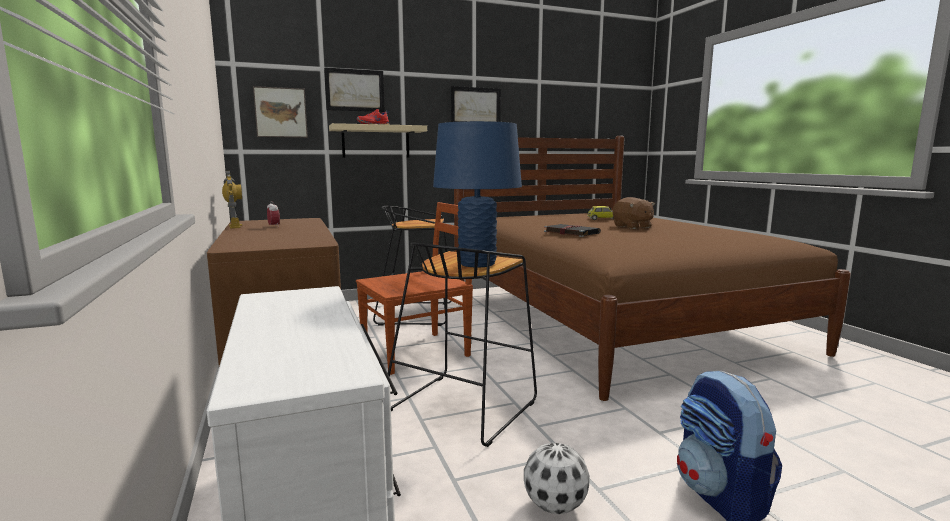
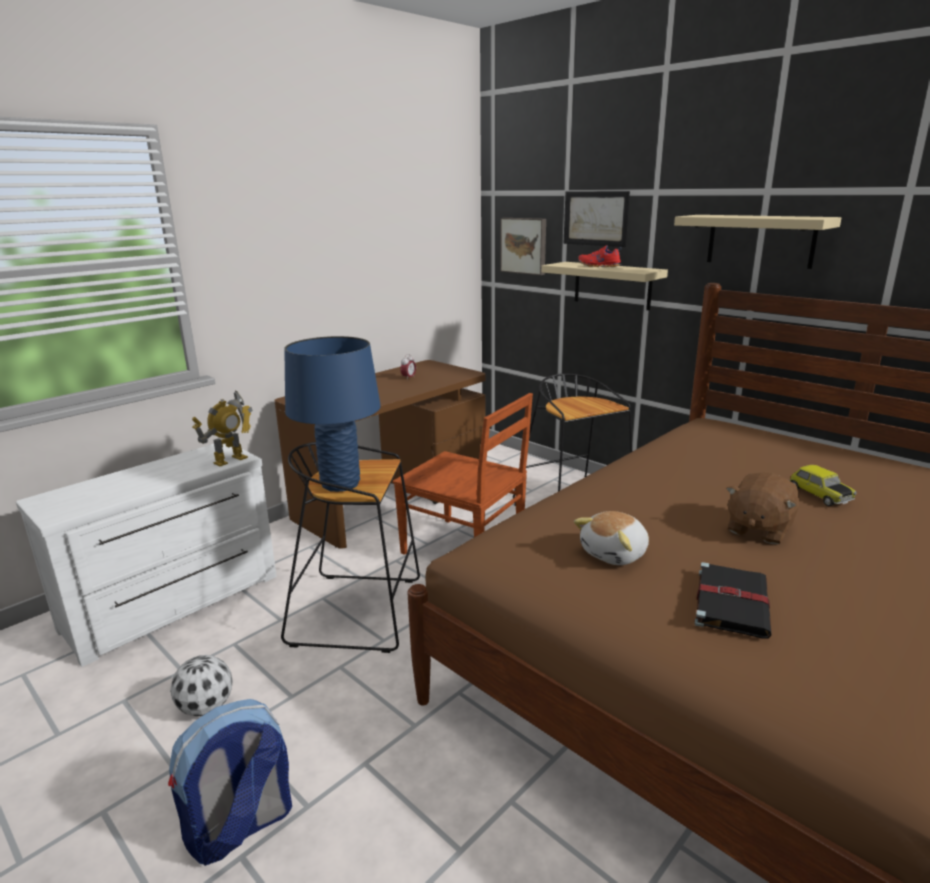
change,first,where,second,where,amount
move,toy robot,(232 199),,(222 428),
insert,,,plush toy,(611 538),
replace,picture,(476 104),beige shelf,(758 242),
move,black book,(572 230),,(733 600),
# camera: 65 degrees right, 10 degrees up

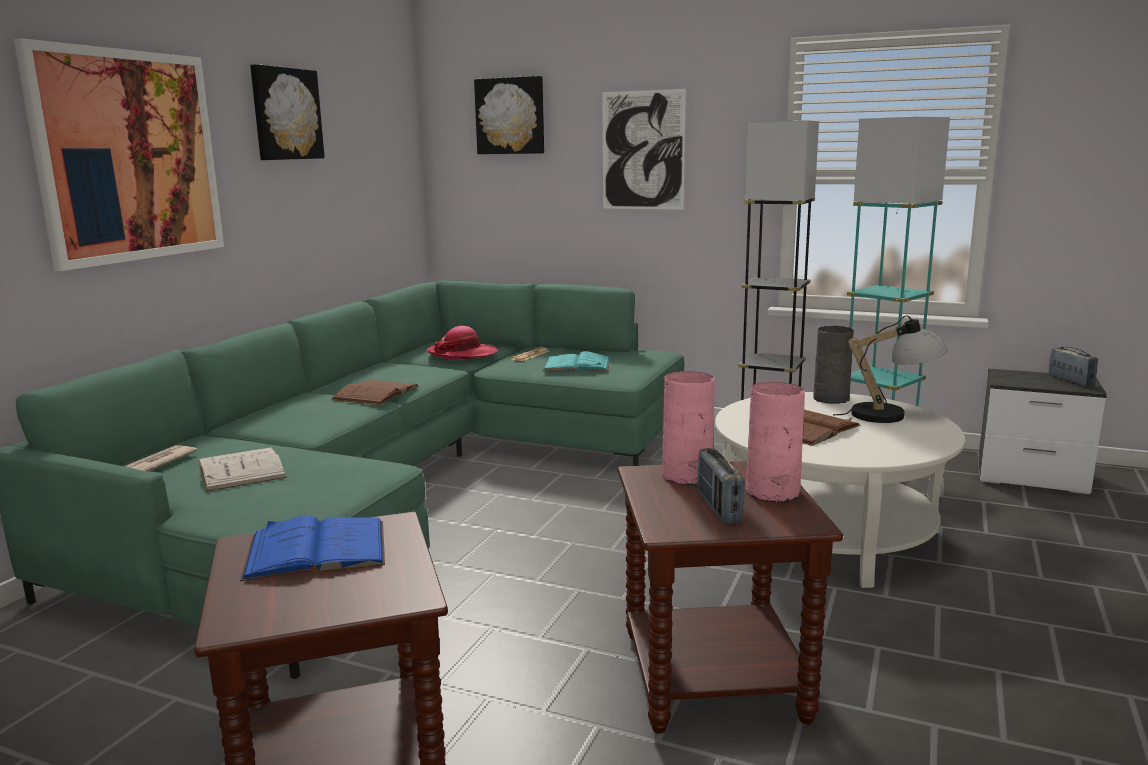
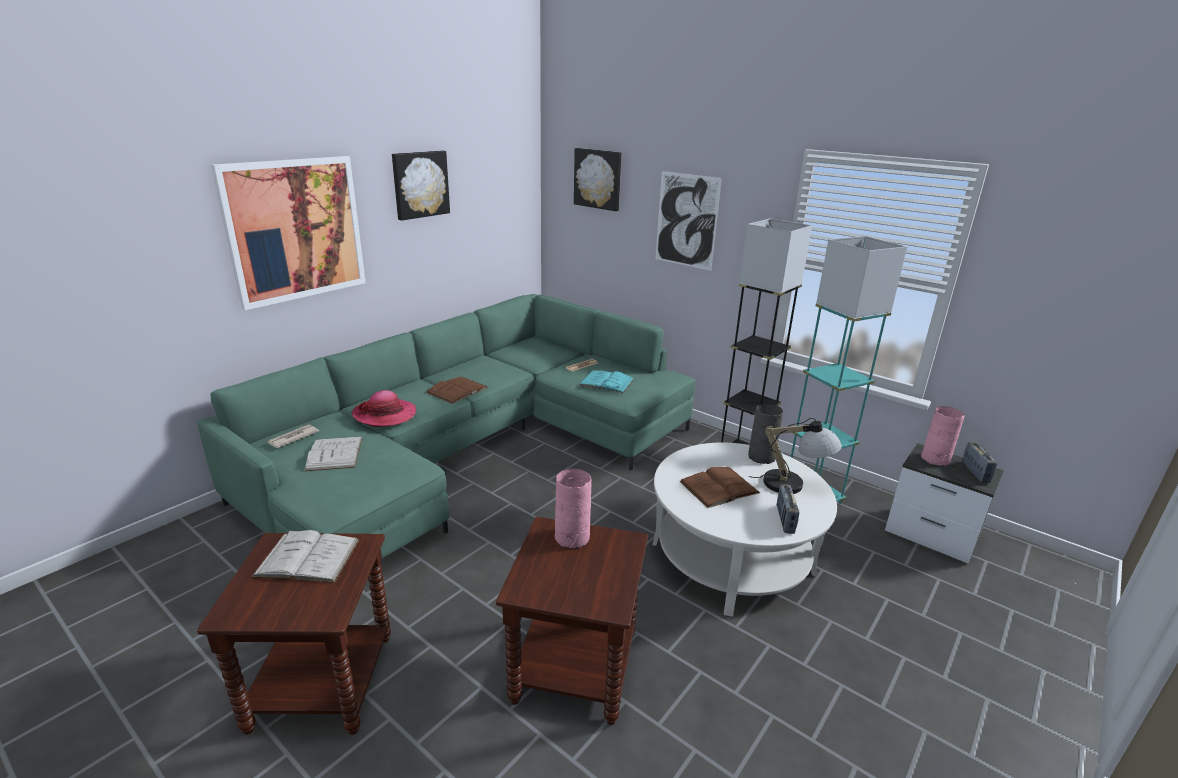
change,first,where,second,where,amount
recolor,blue book,(312 548),white book,(305 556),
move,hat,(462 343),,(383 408),
move,radio,(721 486),,(788 509),
move,pink vase,(775 442),,(943 436),
# camera: 15 degrees right, 10 degrees up

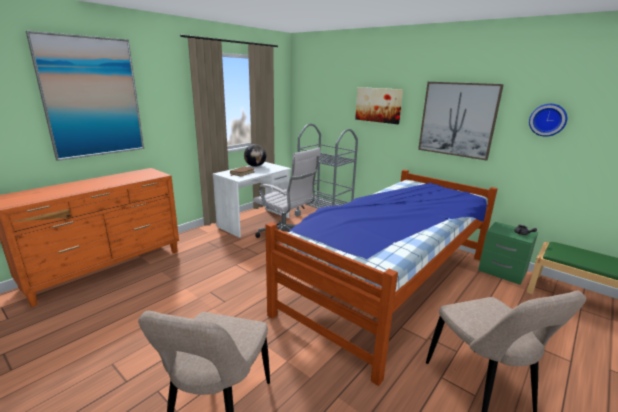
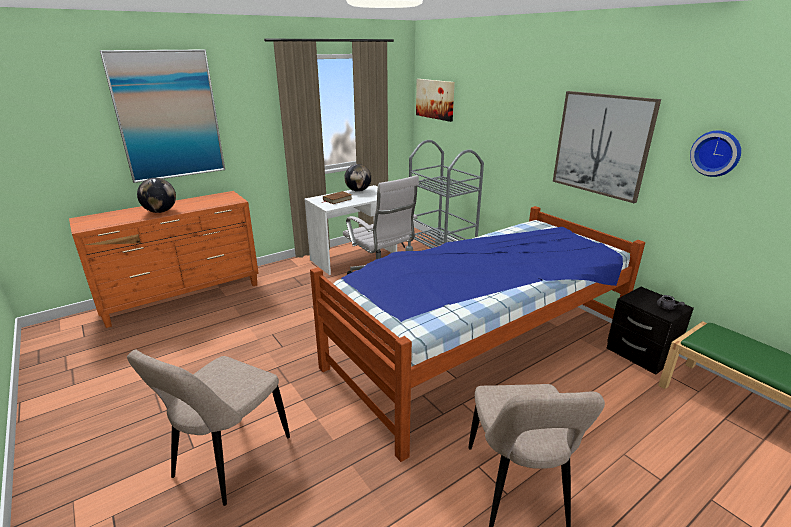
change,first,where,second,where,amount
insert,,,globe,(156 195),
move,picture,(379 105),,(435 100),
recolor,green nightstand,(508 253),black nightstand,(650 331),
# camera: 15 degrees right, 5 degrees up

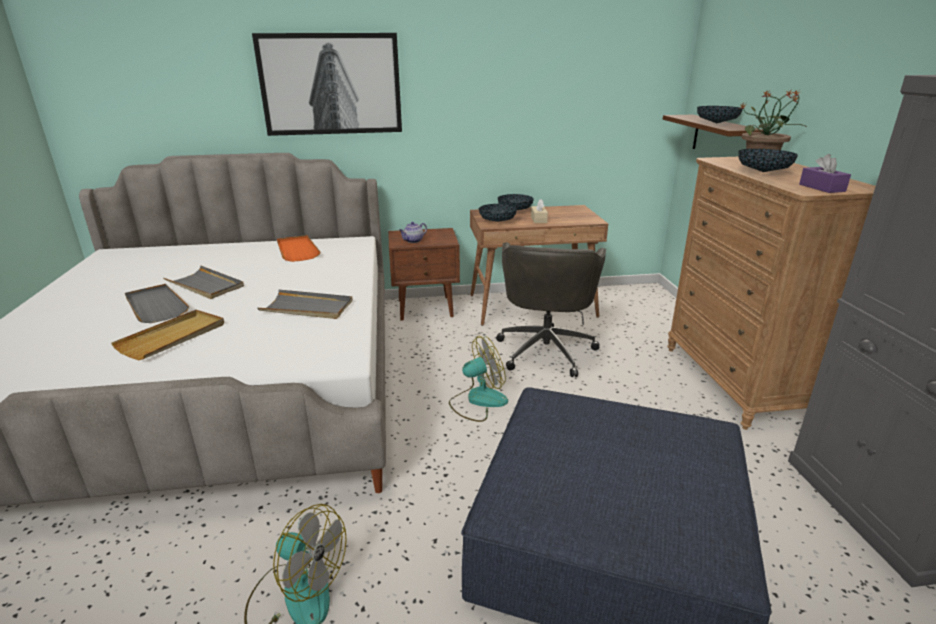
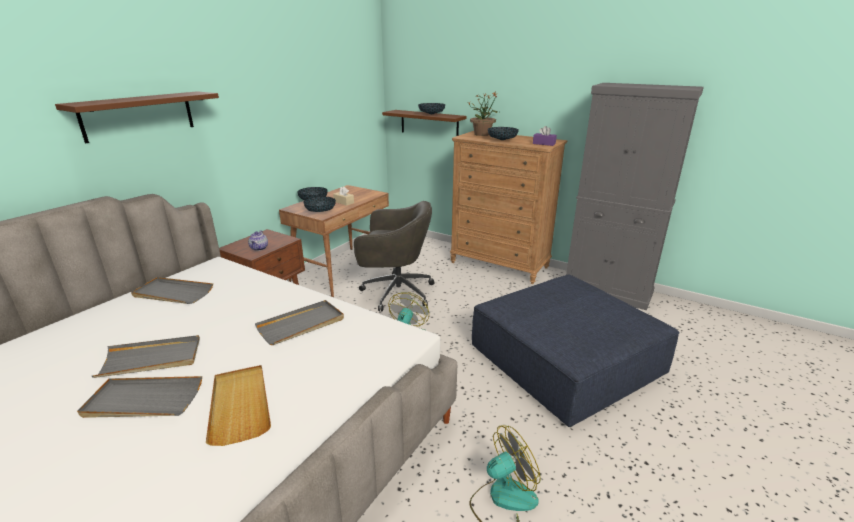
change,first,where,second,where,amount
replace,picture,(327 84),brown shelf,(137 117),
recolor,orange tray,(298 248),grey tray,(172 290),
rotate,grey office chair,(551 309),,(394 256),45 degrees counterclockwise
# camera: 50 degrees left, 0 degrees up

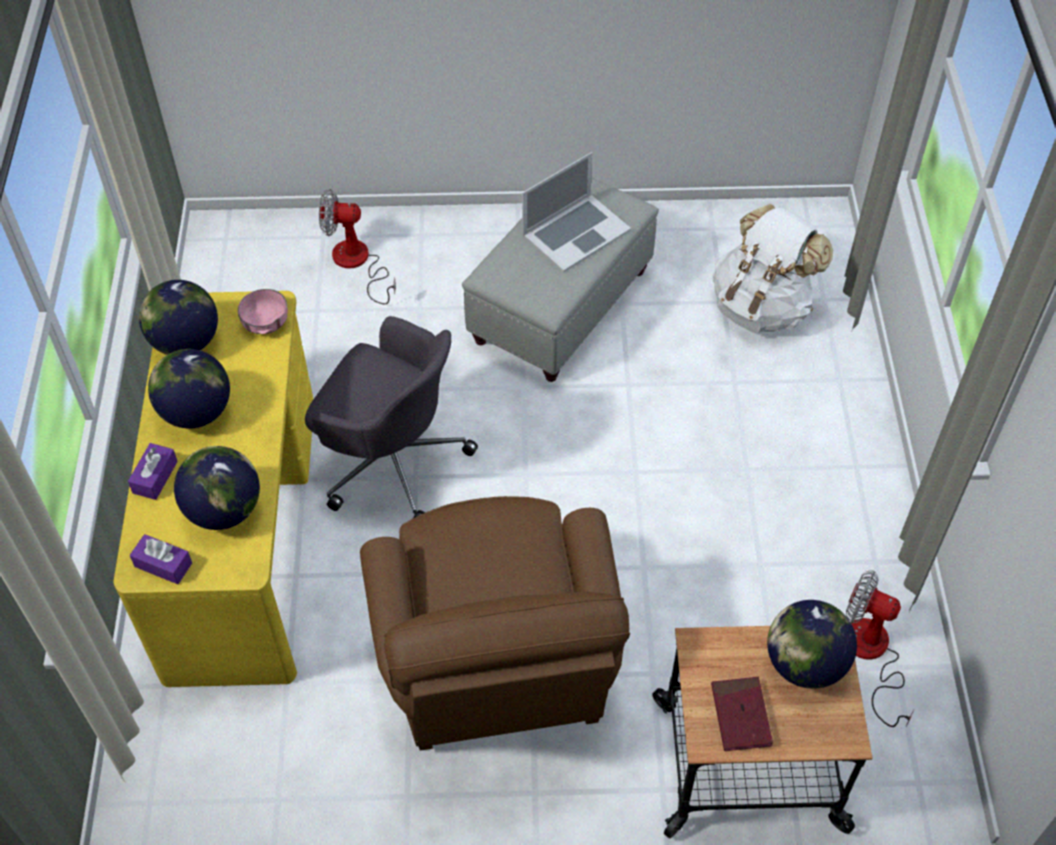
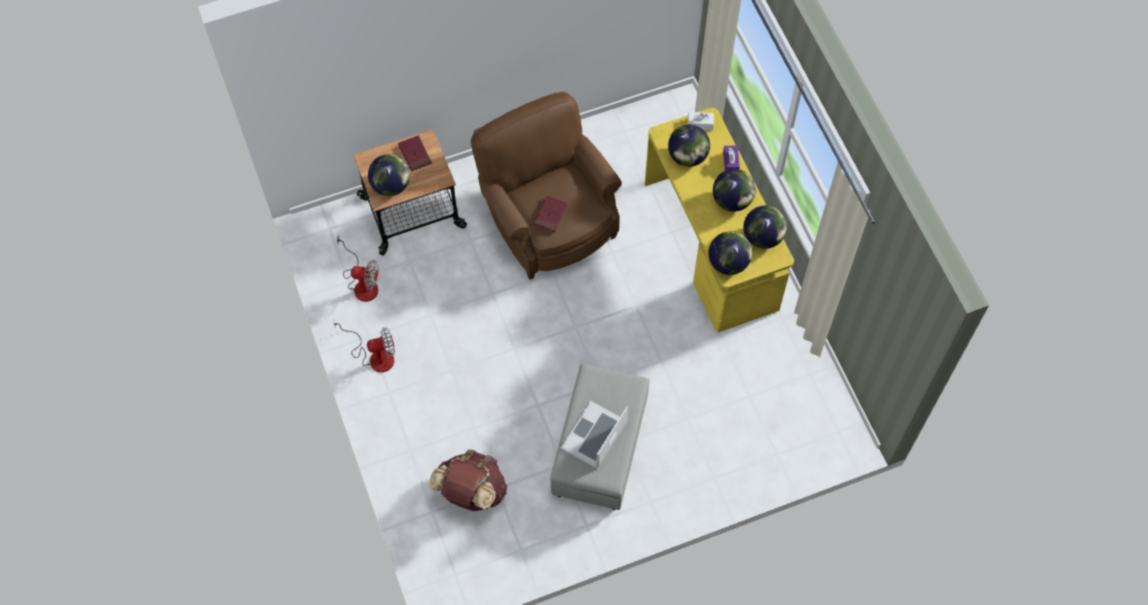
change,first,where,second,where,amount
move,fan,(357 246),,(364 346),
recolor,white backpack,(773 268),brown backpack,(468 480),
insert,,,red book,(550 213),
recolor,purple tissue box,(161 559),white tissue box,(701 121),
replace,pink bowl,(263 311),globe,(730 253),
delete,grey office chair,(391 417),,,
# camera: 160 degrees right, 10 degrees up

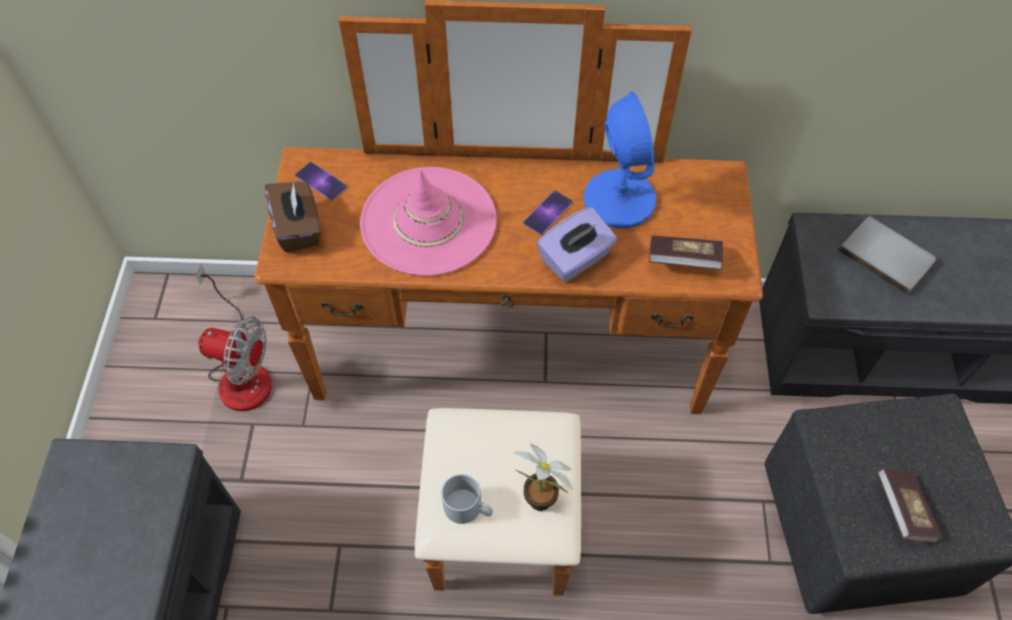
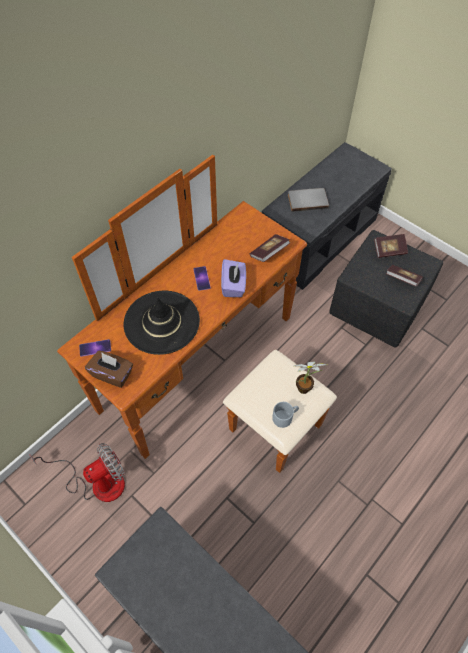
change,first,where,second,where,amount
recolor,pink hat,(428 221),black hat,(162 323),
insert,,,book,(391 246),
delete,blue table lamp,(620 160),,,
# camera: 50 degrees left, 0 degrees up

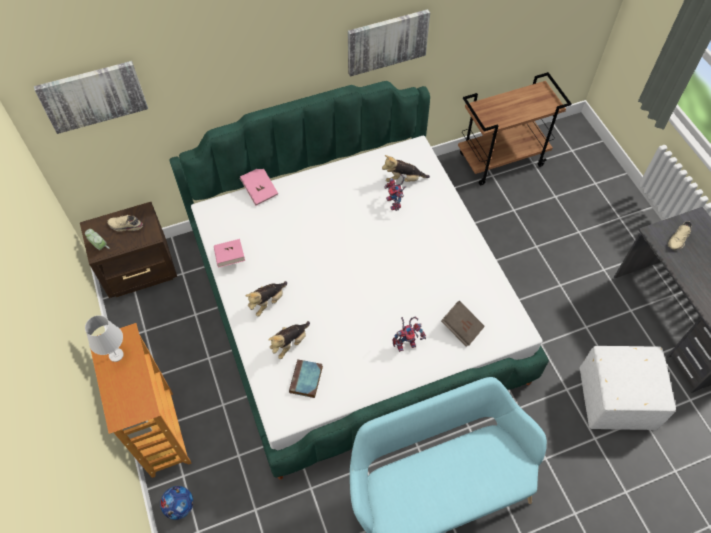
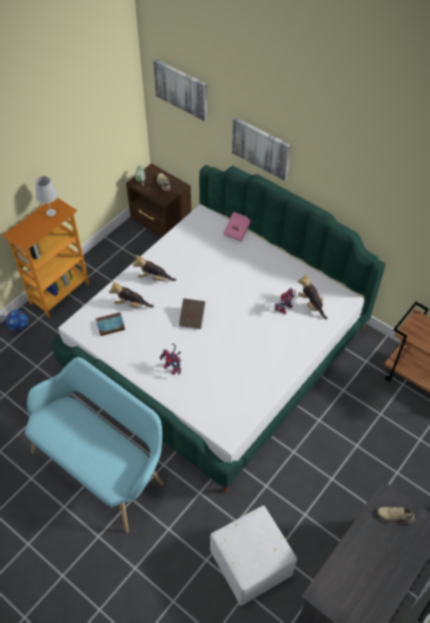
change,first,where,second,where,amount
move,brown book,(463 324),,(192 313),
move,picture,(389 43),,(261 149),
delete,pink book,(229 253),,,
# camera: 60 degrees right, 5 degrees down

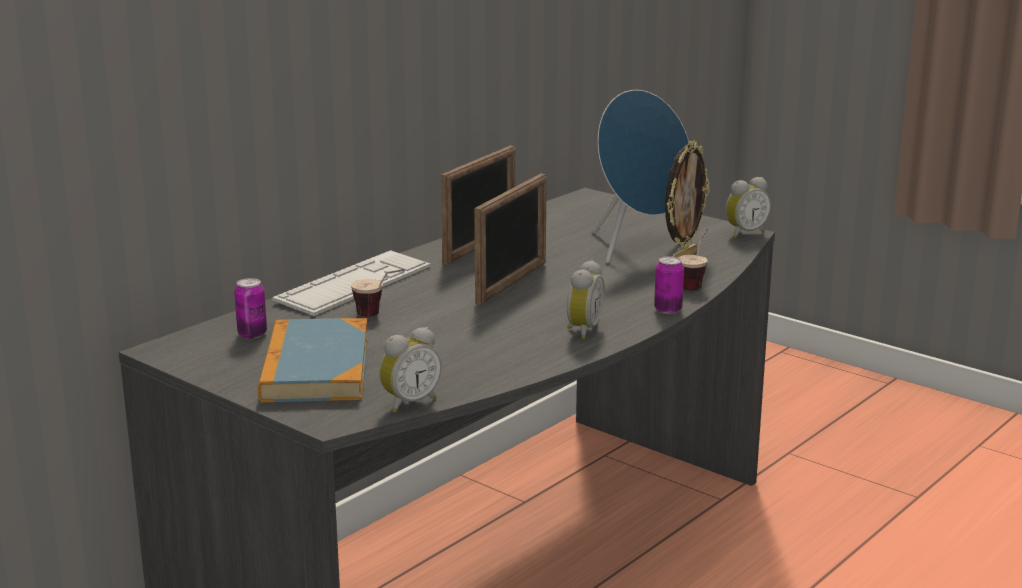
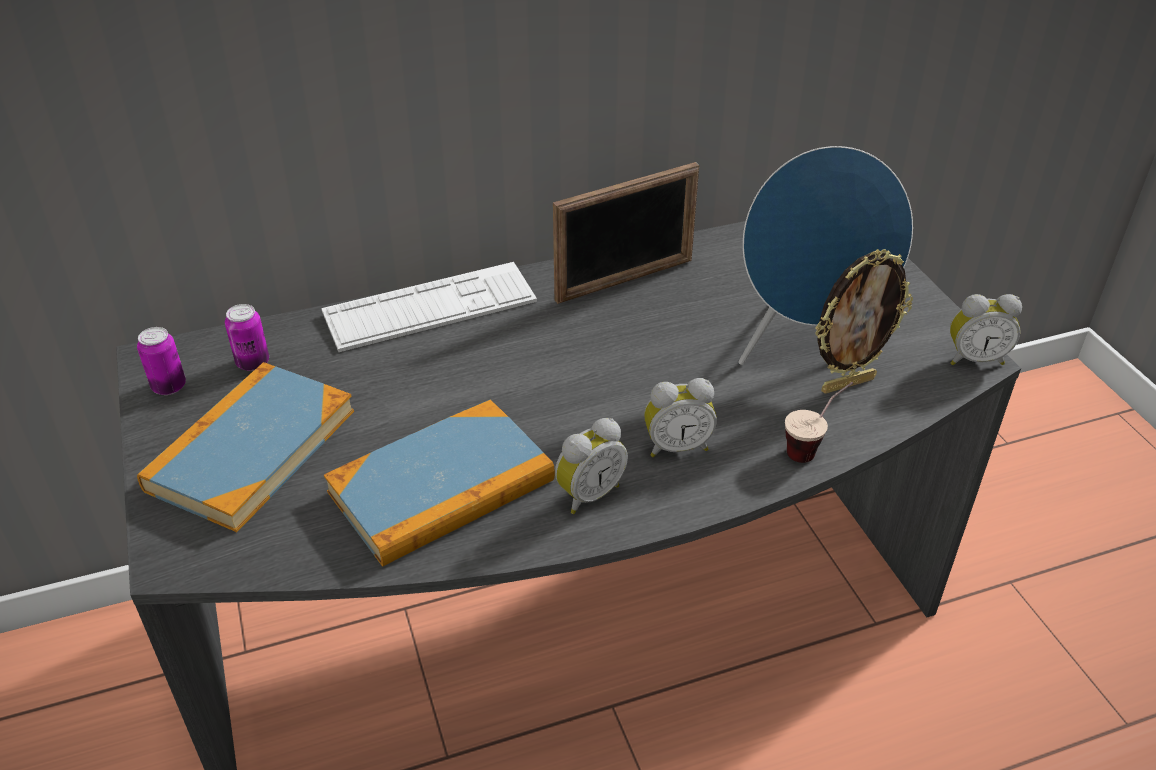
change,first,where,second,where,amount
move,can,(669 285),,(161 361),
insert,,,book,(439 483),
move,alarm clock,(410 370),,(680 417),
delete,cup,(377 293),,,
delete,picture frame,(510 239),,,
# camera: 30 degrees right, 20 degrees up

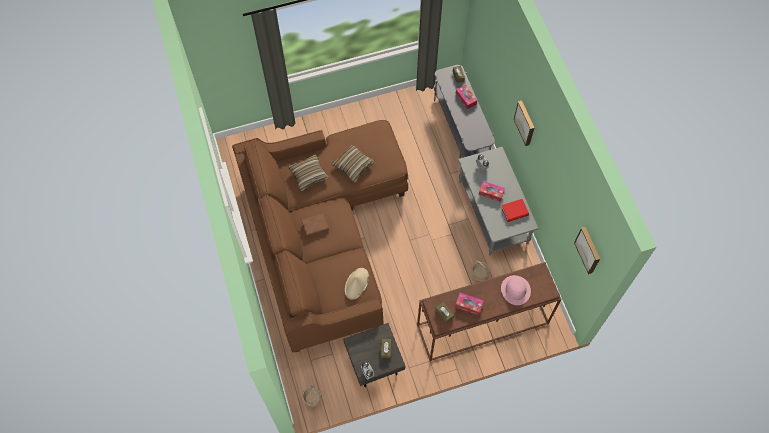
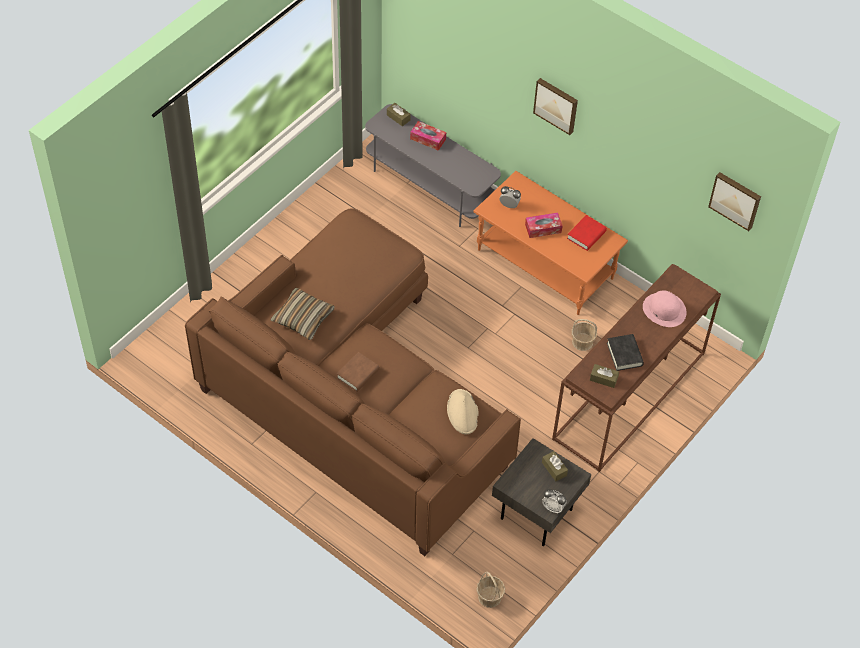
change,first,where,second,where,amount
recolor,grey coffee table,(498 201),orange coffee table,(550 243),
replace,tissue box,(469 304),black book,(625 352),
delete,pillow,(353 163),,,
# camera: 35 degrees left, 10 degrees down

